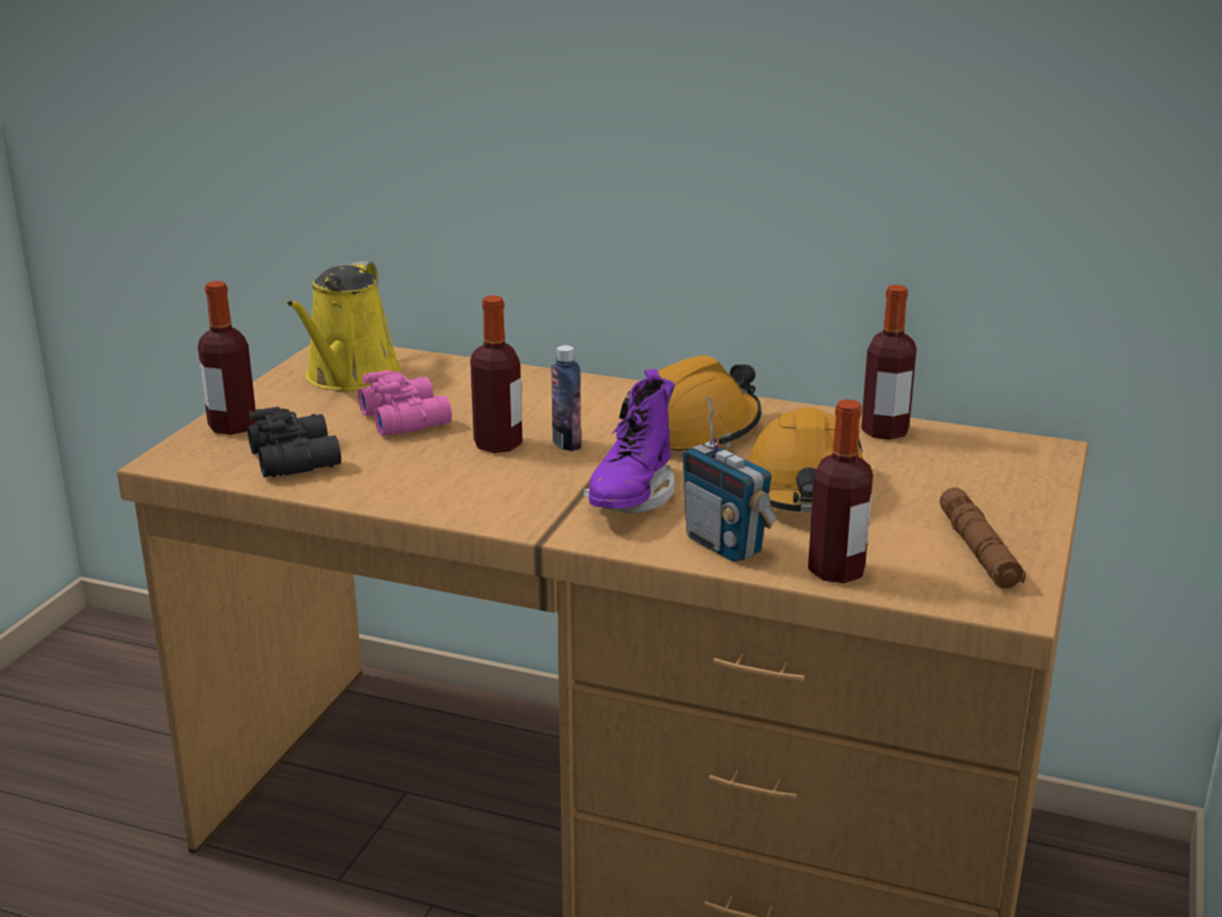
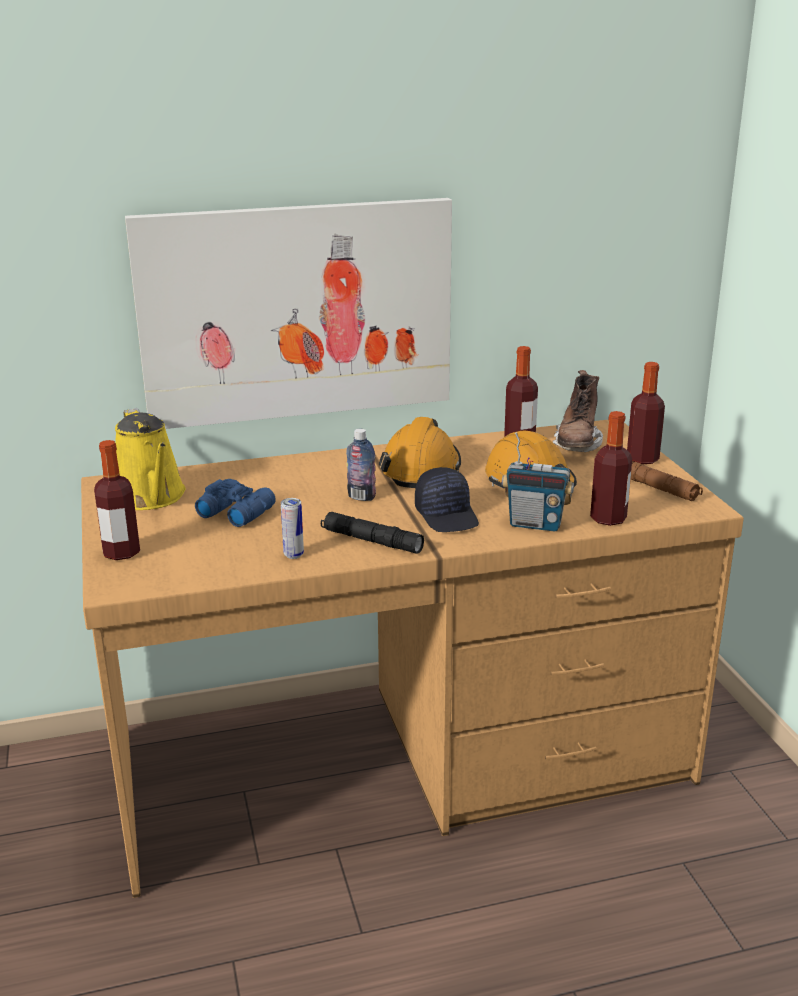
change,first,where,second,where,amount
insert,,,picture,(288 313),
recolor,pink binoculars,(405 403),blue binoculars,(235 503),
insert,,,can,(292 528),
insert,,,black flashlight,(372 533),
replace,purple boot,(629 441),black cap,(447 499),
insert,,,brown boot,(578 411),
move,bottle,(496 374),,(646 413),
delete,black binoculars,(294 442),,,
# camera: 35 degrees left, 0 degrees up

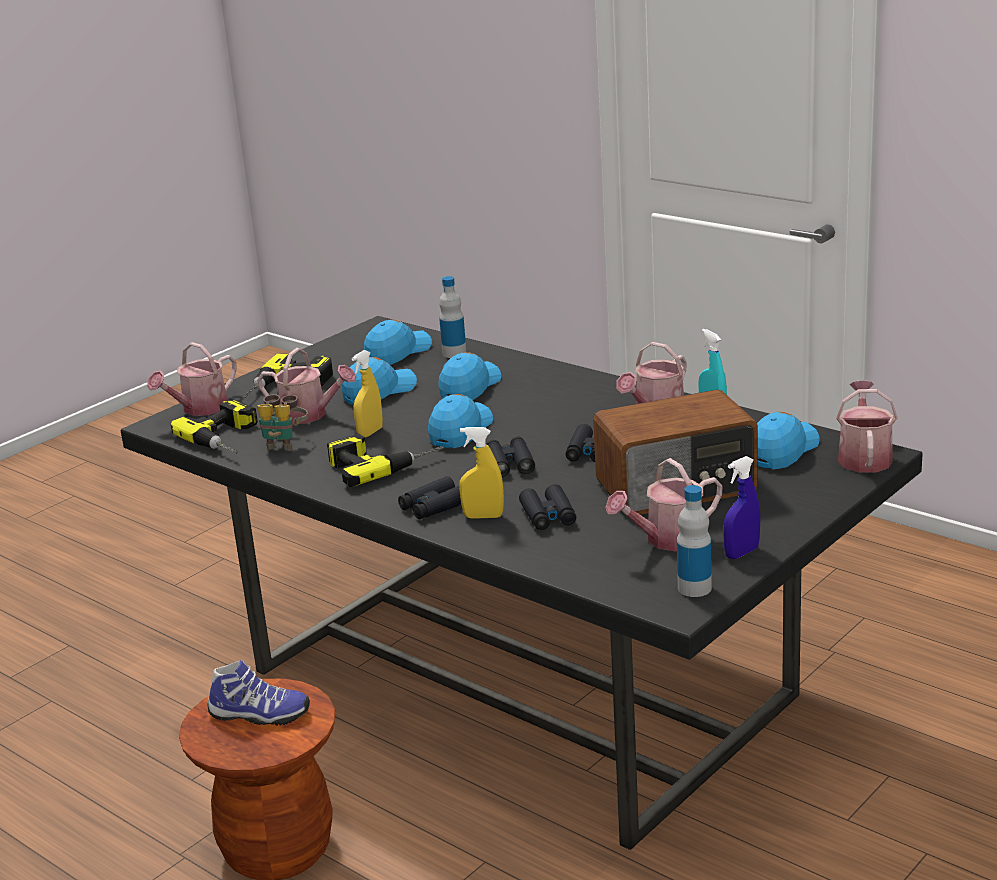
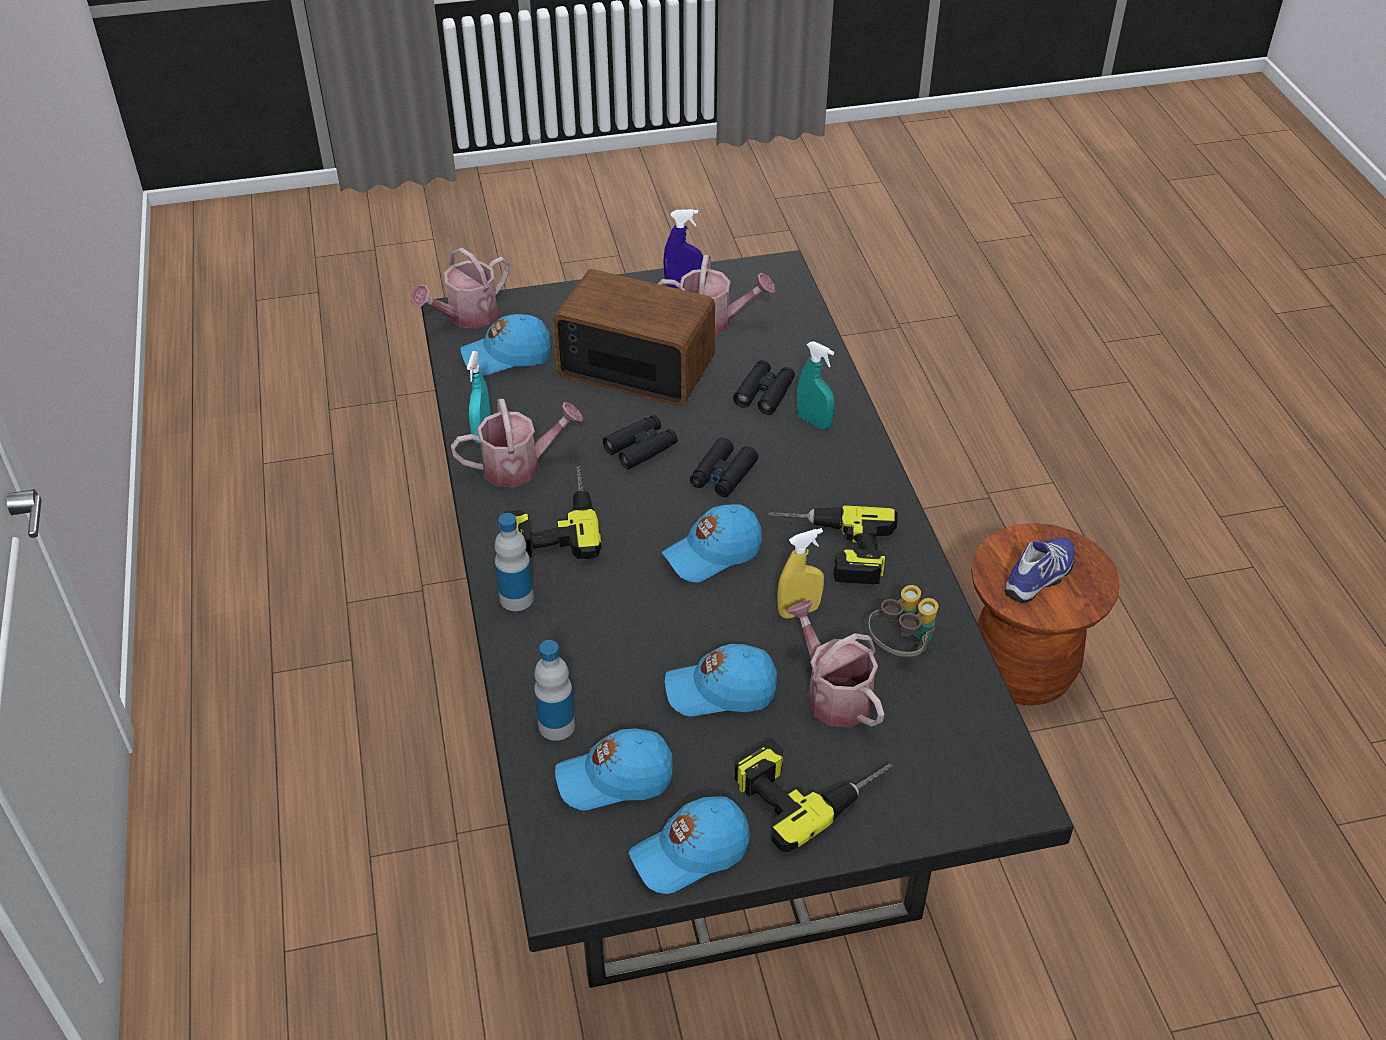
change,first,where,second,where,amount
move,bottle,(694 541),,(514 562),
move,power drill,(214 426),,(553 512),
move,blue cap,(469 376),,(689 845),
recolor,yellow spray bottle,(481 473),turquoise spray bottle,(816 385),
rotate,shoe,(259 693),,(1039 570),90 degrees clockwise
delete,watering can,(192 379),,,
delete,black binoculars,(429 497),,,
# camera: 145 degrees left, 20 degrees up

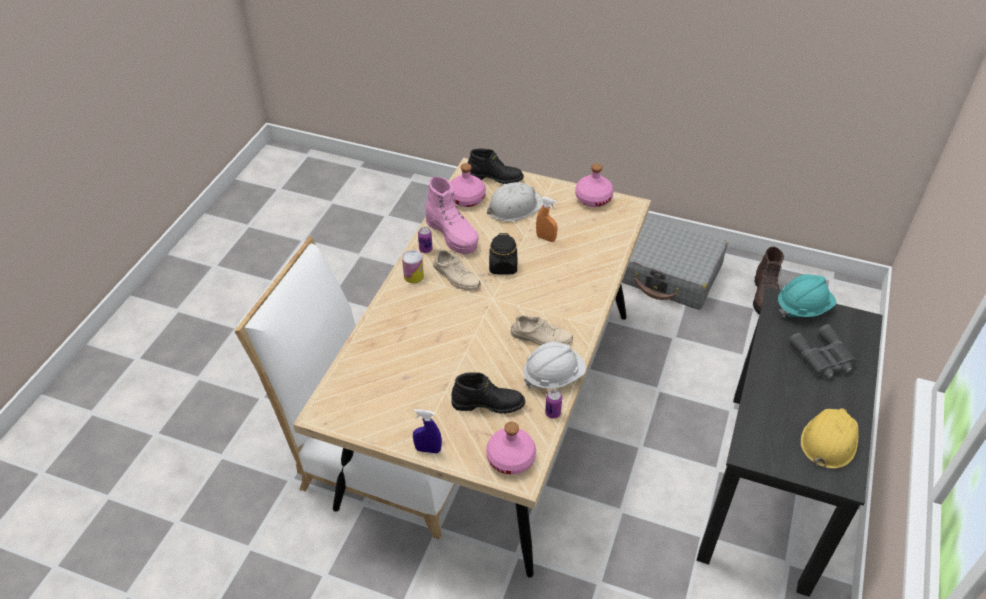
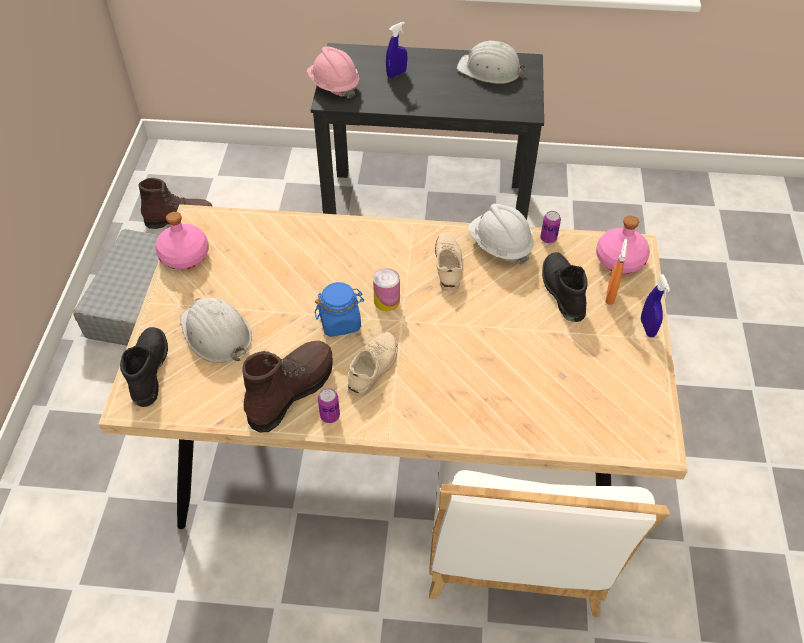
change,first,where,second,where,amount
recolor,pink boot,(452 215),brown boot,(287 387),
recolor,turquoise hard hat,(807 296),pink hard hat,(333 73),
recolor,black jar,(503 254),blue jar,(339 309),
move,can,(413 266),,(386 289),
replace,grey binoculars,(823 351),blue spray bottle,(396 50),
recolor,yellow hard hat,(829 438),white hard hat,(491 62),
move,orange spray bottle,(547 219),,(616 272),
delete,pink bottle,(468 185),,,
# camera: 105 degrees left, 5 degrees up

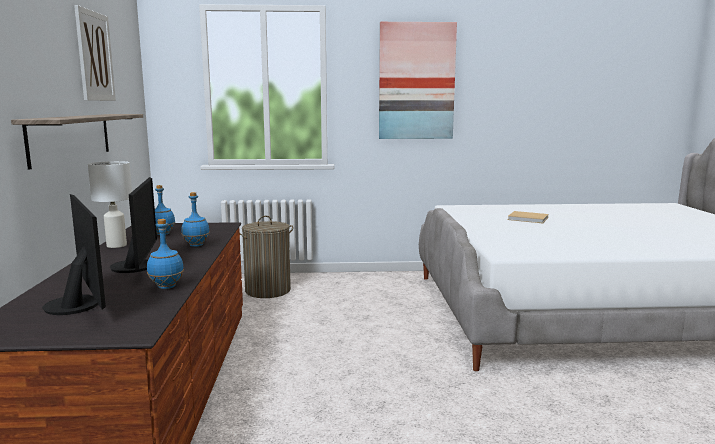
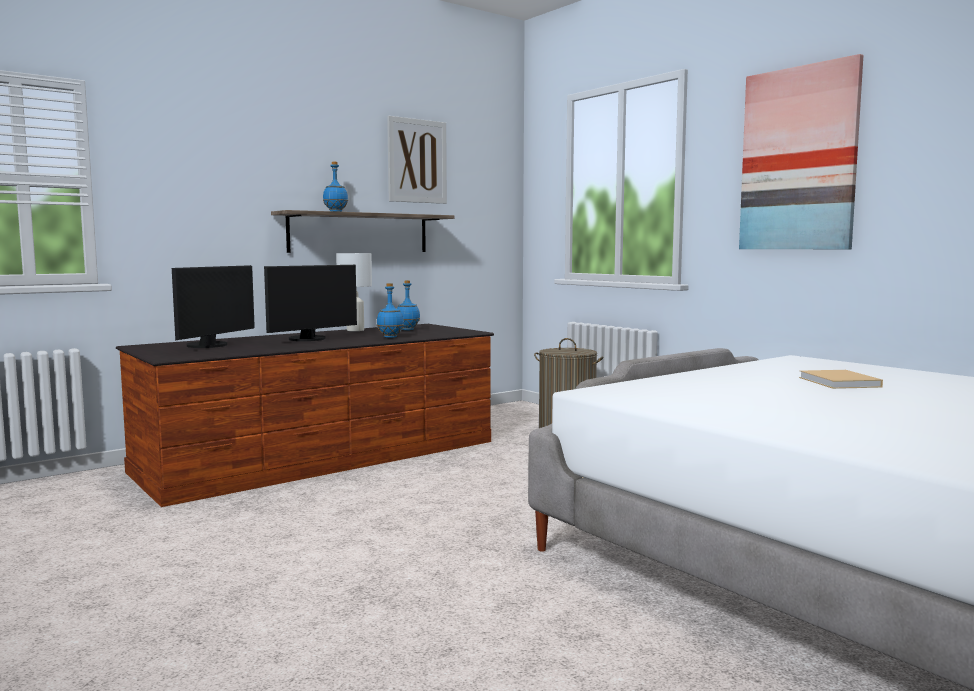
change,first,where,second,where,amount
move,blue bottle,(165 254),,(335 187),
# camera: 55 degrees right, 5 degrees down

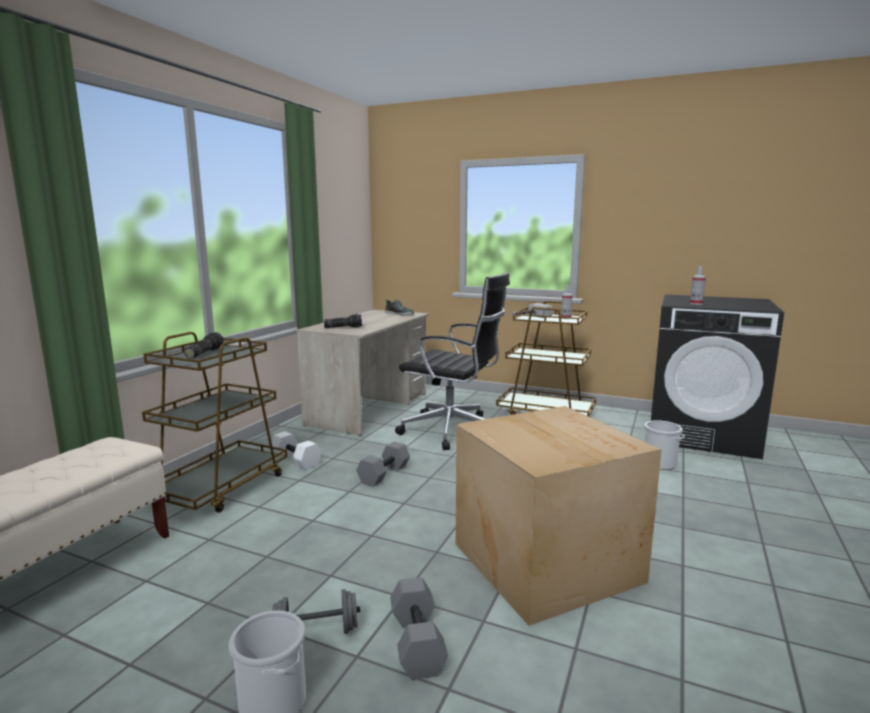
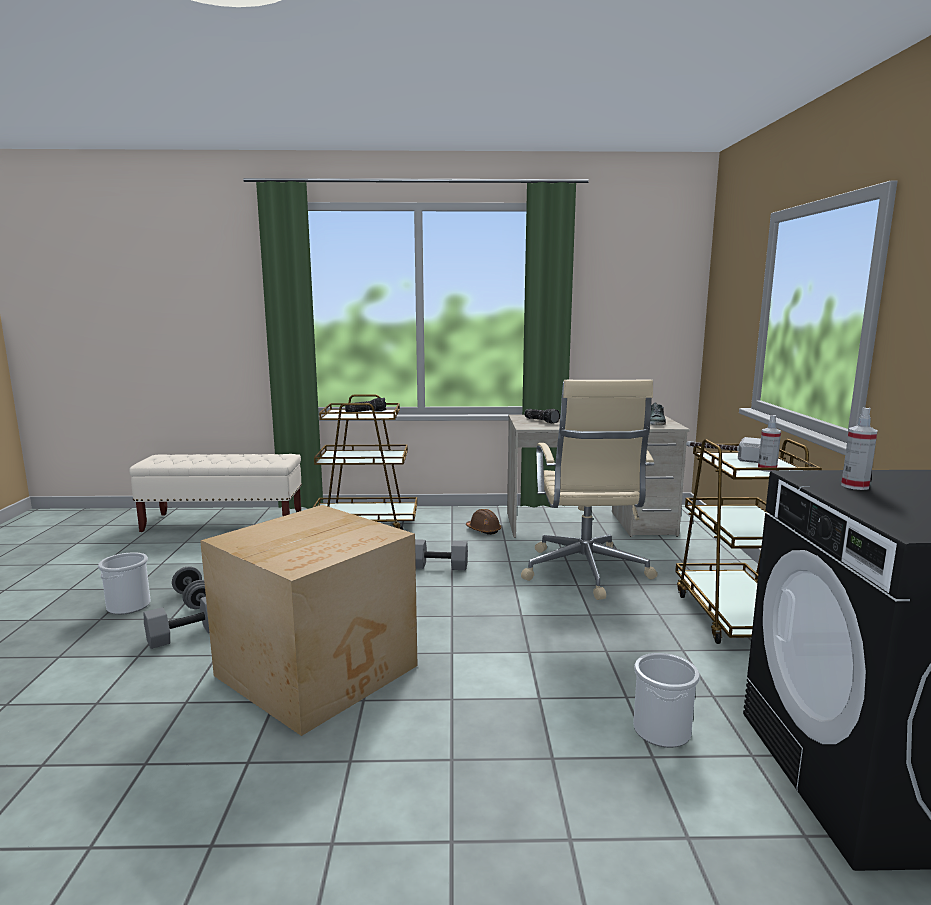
change,first,where,second,where,amount
insert,,,brown hard hat,(483 522),
recolor,black office chair,(452 361),beige office chair,(589 489),
delete,white dumbbell,(297 450),,,
# camera: 65 degrees right, 0 degrees up

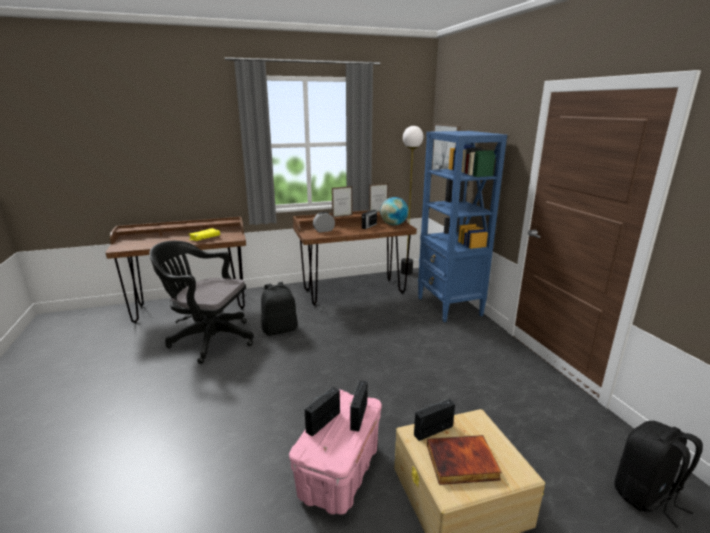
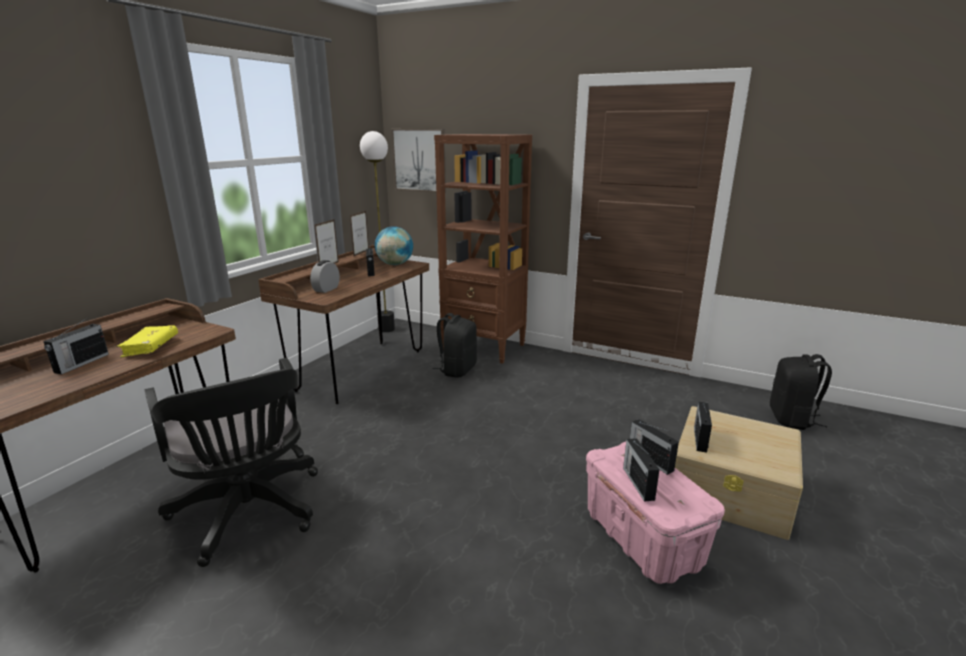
change,first,where,second,where,amount
insert,,,radio,(76 346),
rotate,black office chair,(201 302),,(231 462),90 degrees counterclockwise
move,black backpack,(279 309),,(454 345),
recolor,blue bookcase,(462 226),brown bookcase,(483 249),
delete,book,(464 460),,,
# camera: 45 degrees left, 0 degrees up

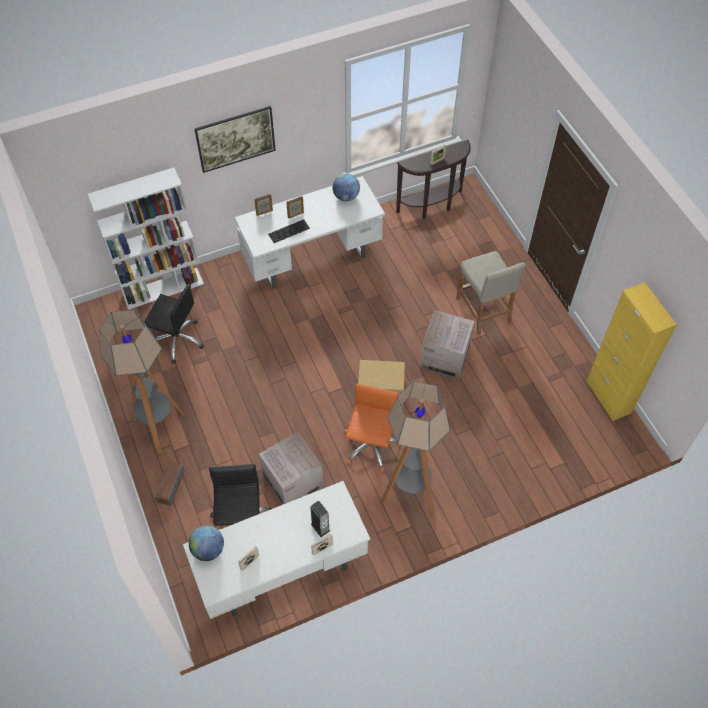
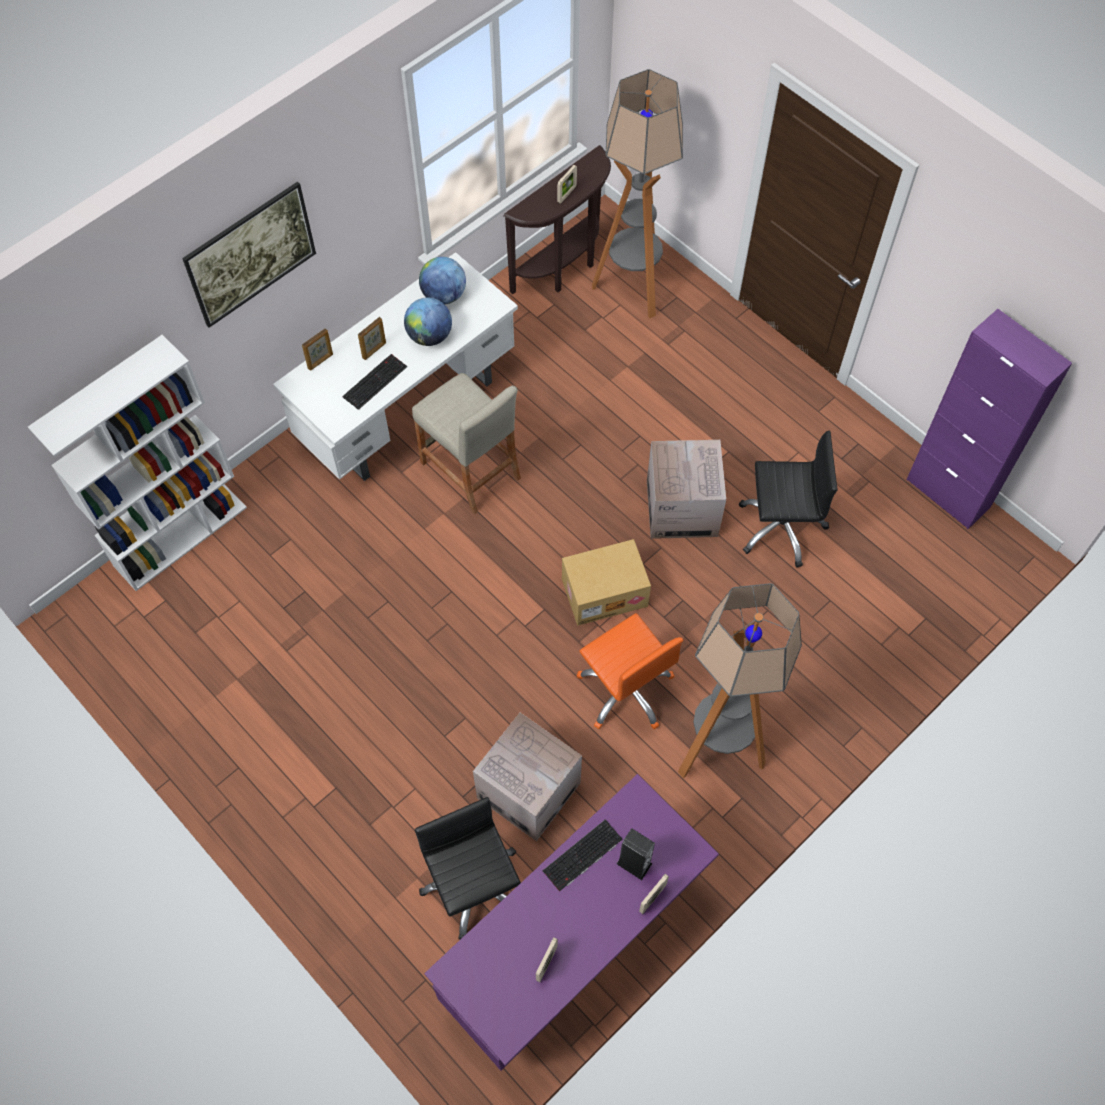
change,first,where,second,where,amount
move,globe,(206 543),,(428 321),
move,beige stool,(491 293),,(466 443),
recolor,white desk,(276 550),purple desk,(571 922),
insert,,,keyboard,(582 855),
rotate,orange office chair,(372 427),,(630 671),150 degrees clockwise
move,floor lamp,(142 382),,(637 193),
move,black office chair,(174 324),,(788 499),
recolor,yellow cabinet,(631 351),purple cabinet,(989 419),
delete,speaker,(170 484),,,
# camera: 20 degrees left, 5 degrees up

